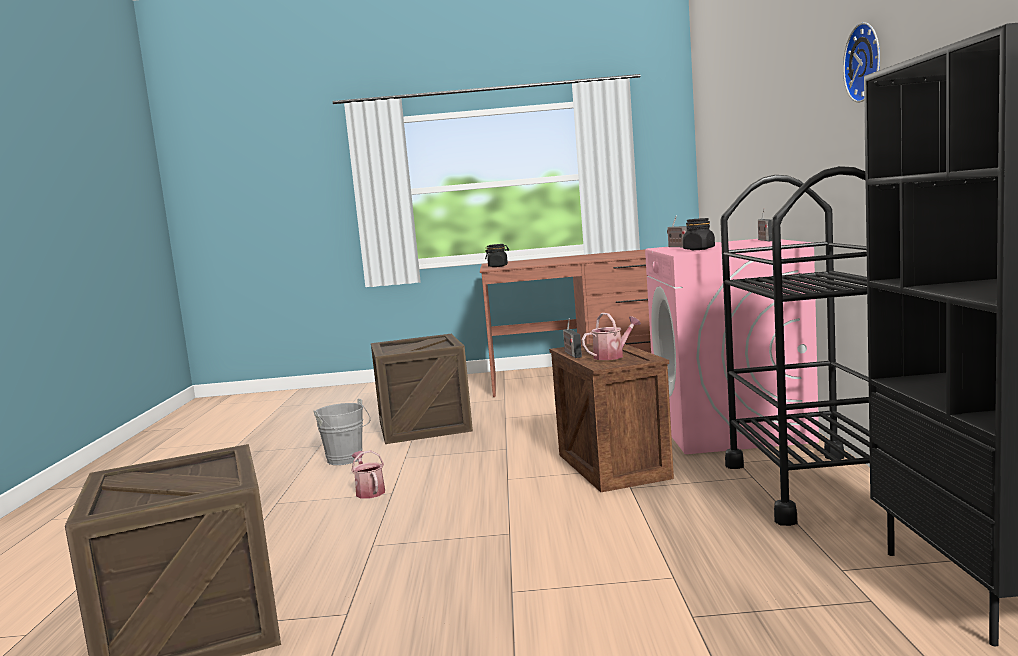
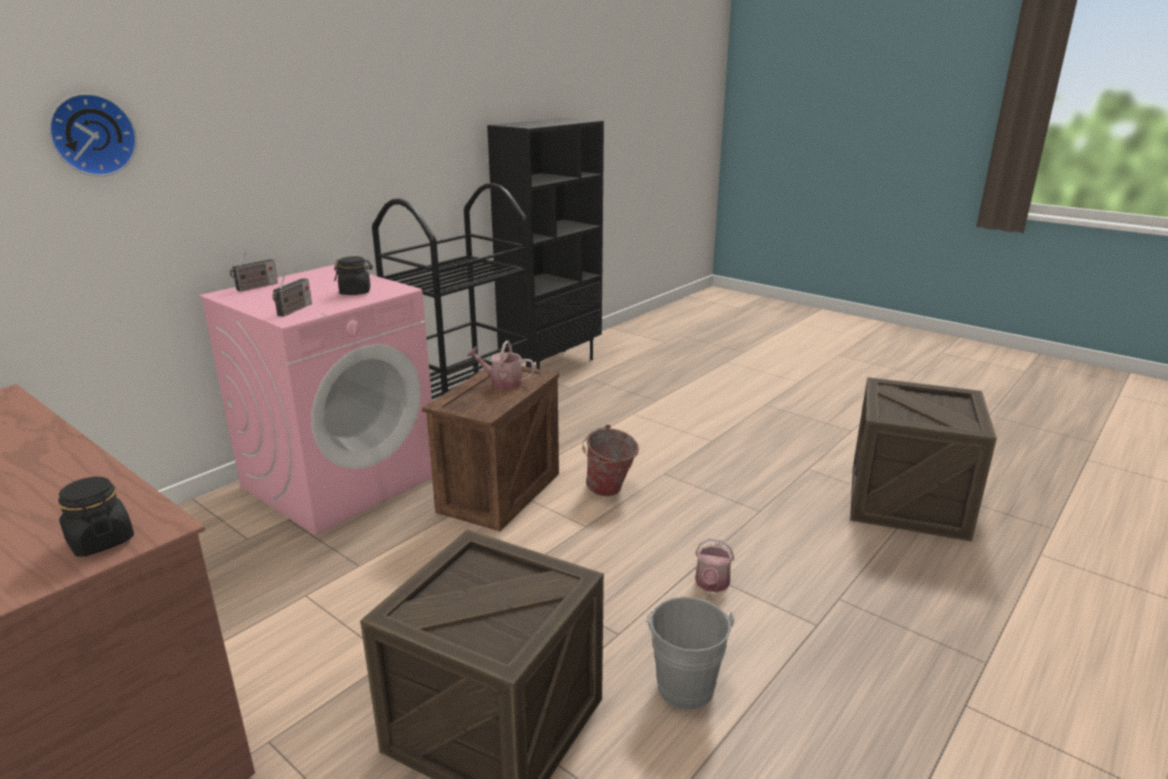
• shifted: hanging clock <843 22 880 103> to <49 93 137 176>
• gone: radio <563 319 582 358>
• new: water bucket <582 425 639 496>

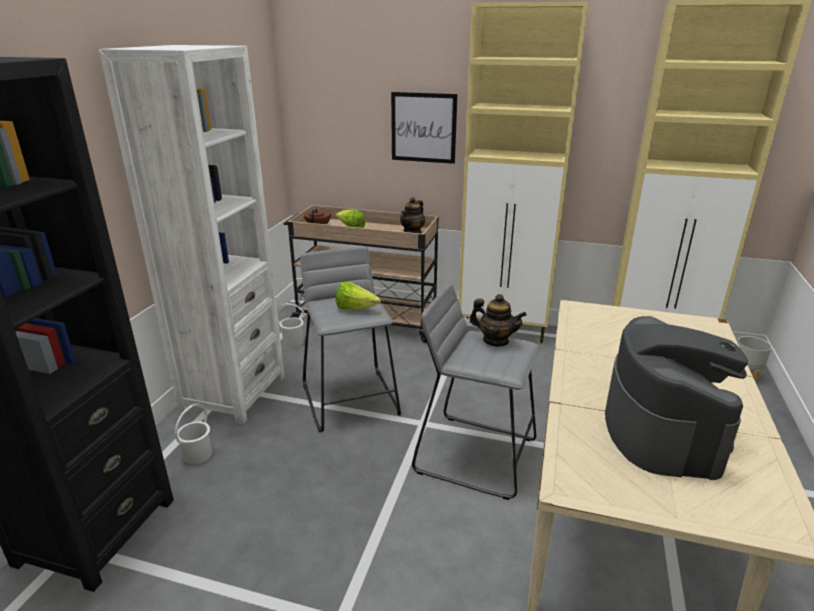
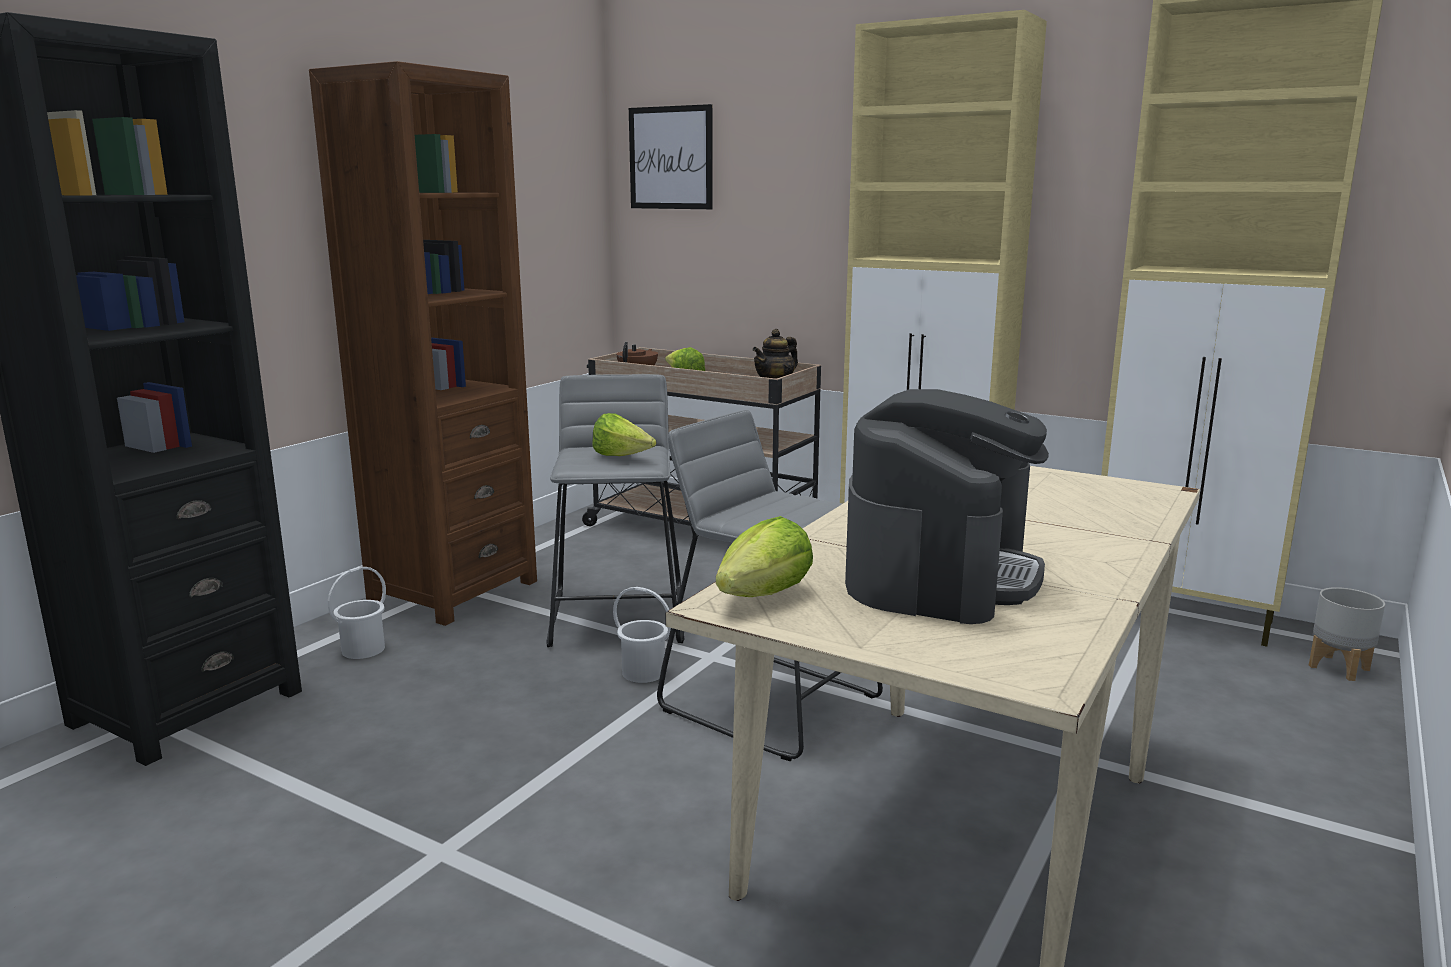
• repainted: white bookshelf <99 45 285 424> to brown-coloured bookshelf <309 61 537 626>
• shifted: wall picture <391 92 458 164> to <629 104 713 209>
• gone: tea pot <470 294 526 346>
• shifted: white water bucket <277 303 306 347> to <613 587 671 683>
• new: lettuce head <716 516 813 597>

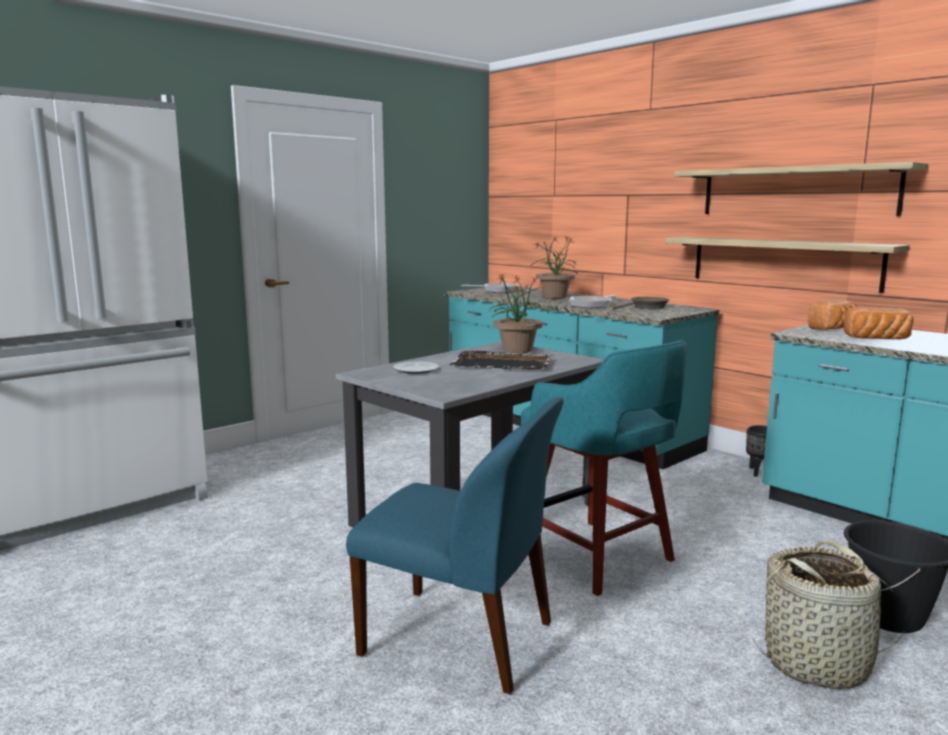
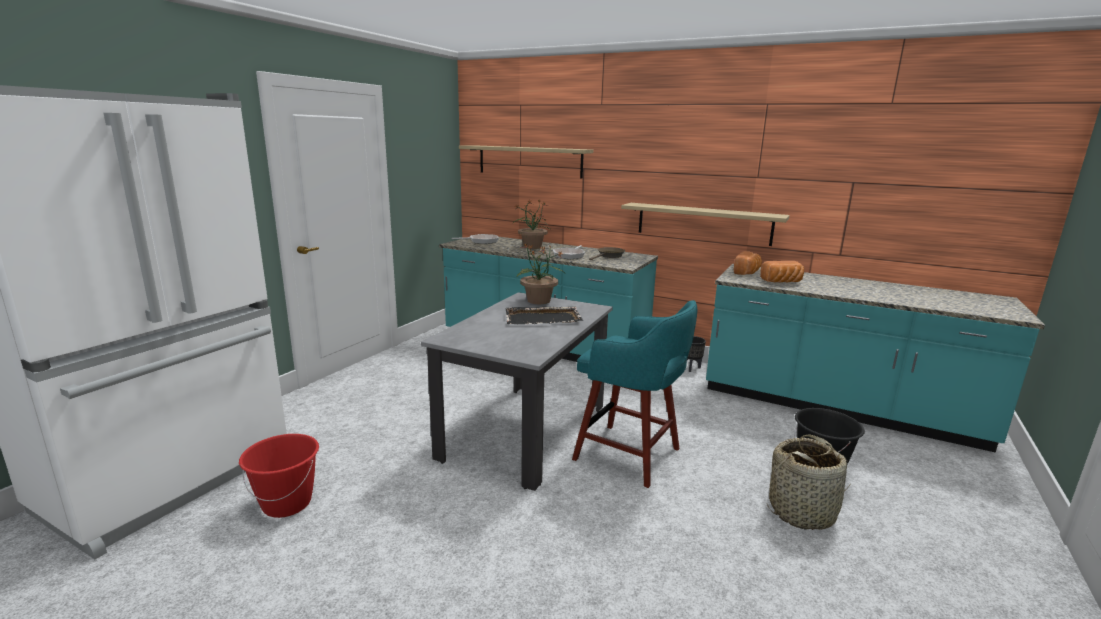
• shifted: bracket shelf <674 162 929 216> to <459 145 593 179>
• gone: dinner plate <393 362 439 374>
• gone: blue chair <346 397 564 694>
• new: red-coloured water bucket <239 434 319 518>

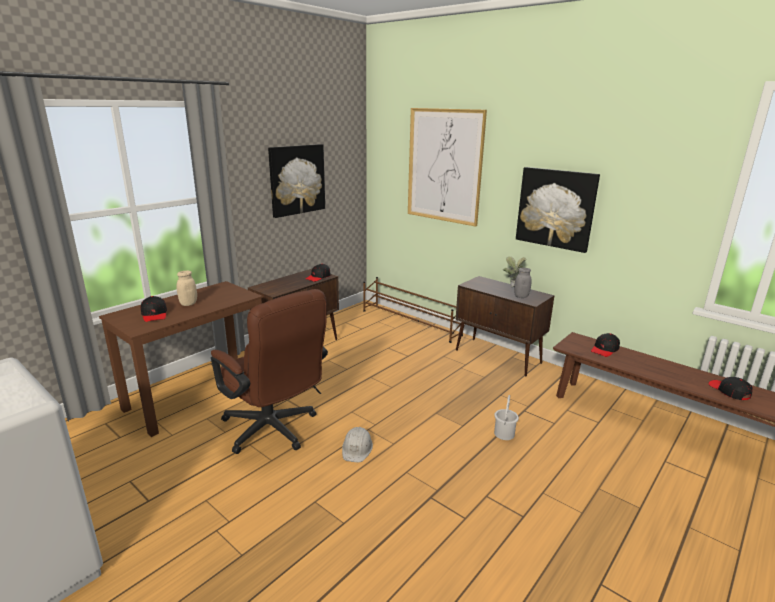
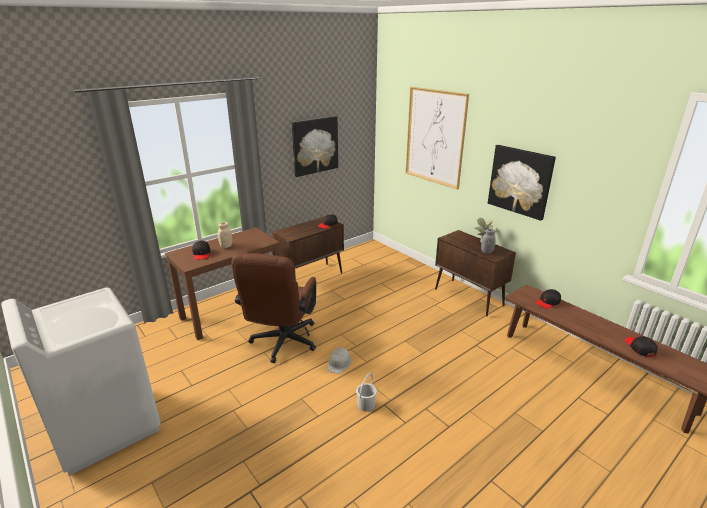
• gone: brown-coloured shoe stand <363 277 463 343>
• rotated: brown-coloured computer chair <211 289 328 454> = <231 253 316 363> 45 degrees clockwise
• shifted: white water bucket <494 395 519 440> to <356 373 377 411>

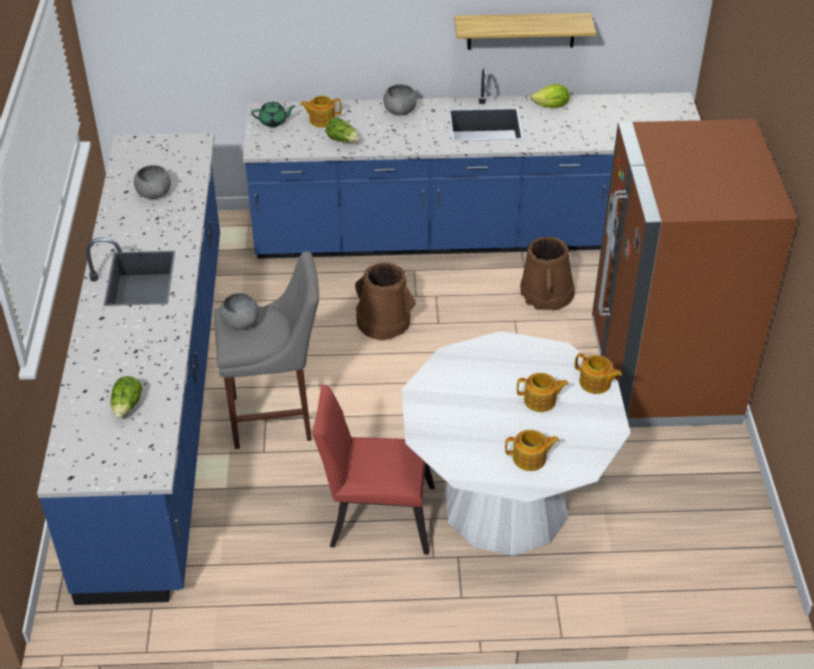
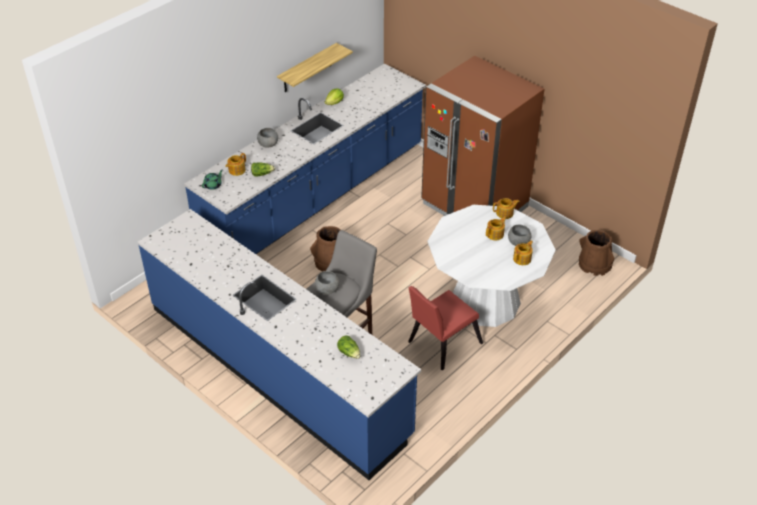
• shifted: grey serving bowl <134 165 171 199> to <508 225 531 246>
• shifted: brown-coloured water bucket <520 237 575 311> to <579 230 614 276>

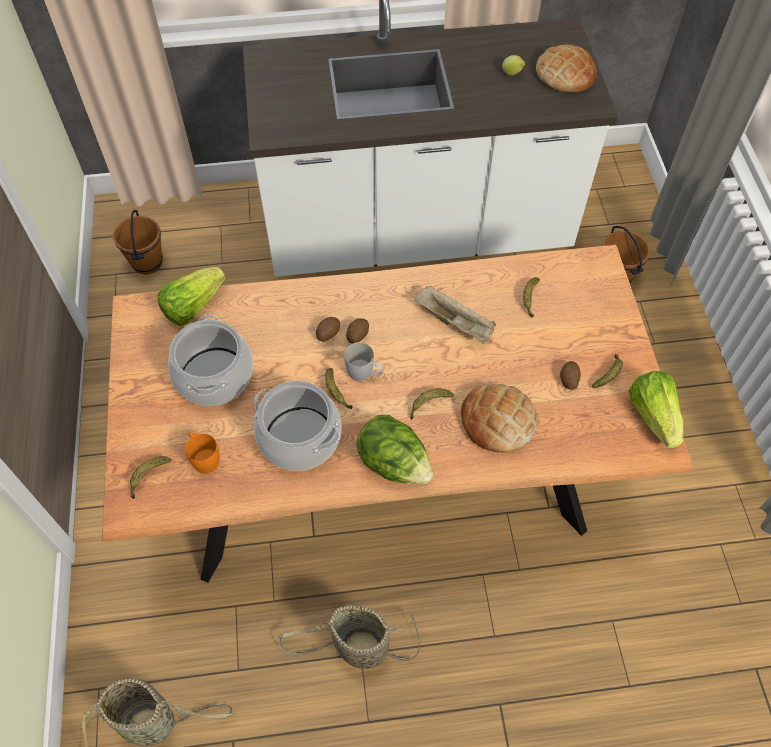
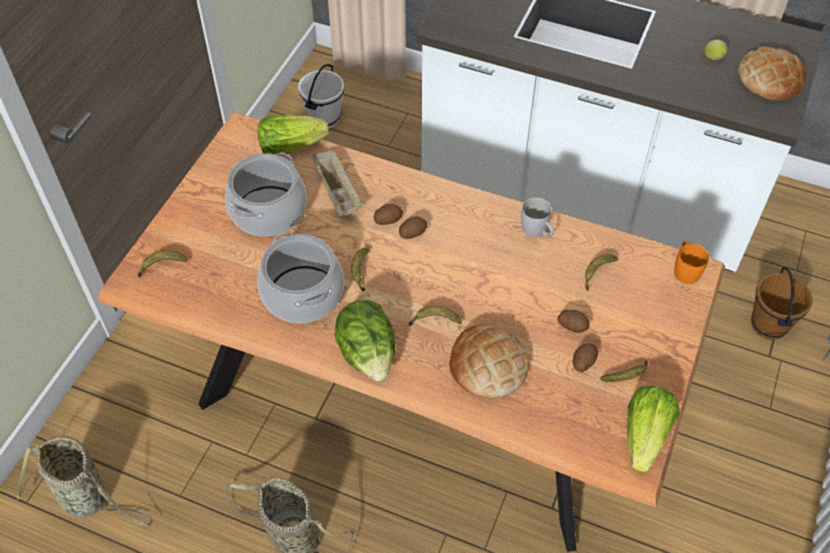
• repainted: brown-coloured water bucket <113 210 163 274> to white water bucket <298 64 344 129>
• shifted: beige serving tray <415 286 496 344> to <313 150 362 216>
• shifted: white mug <344 342 384 381> to <521 198 554 237>
• shifted: orange-coloured mug <185 431 220 473> to <674 241 709 284>
• new: potato <557 310 590 333>

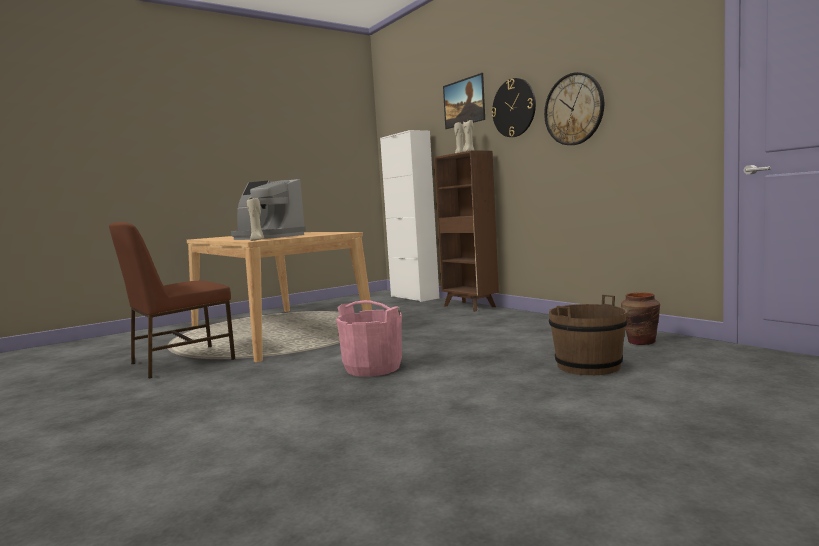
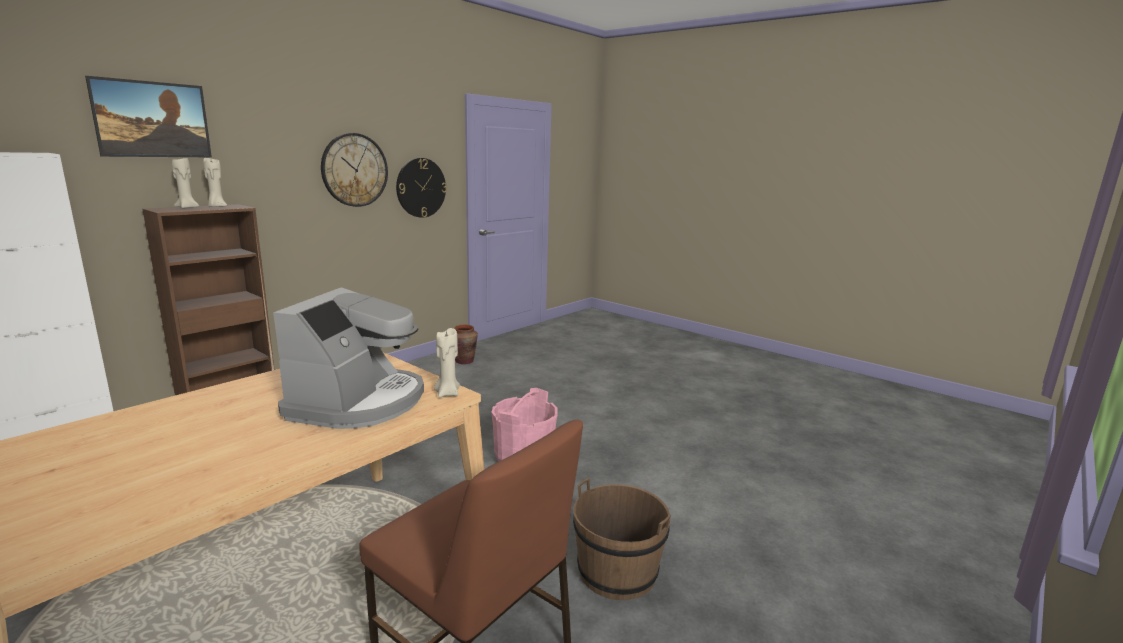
• shifted: hanging clock <491 78 536 137> to <396 158 447 218>
• shifted: brown-coloured water bucket <549 295 627 375> to <573 478 671 600>

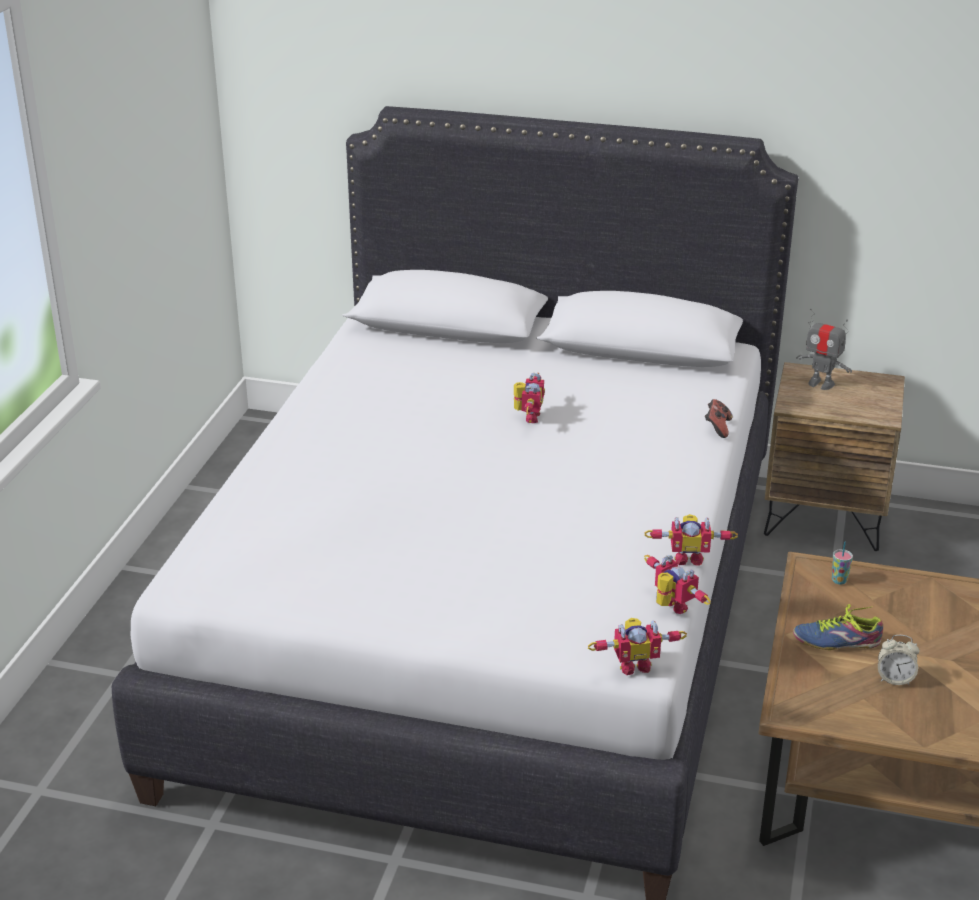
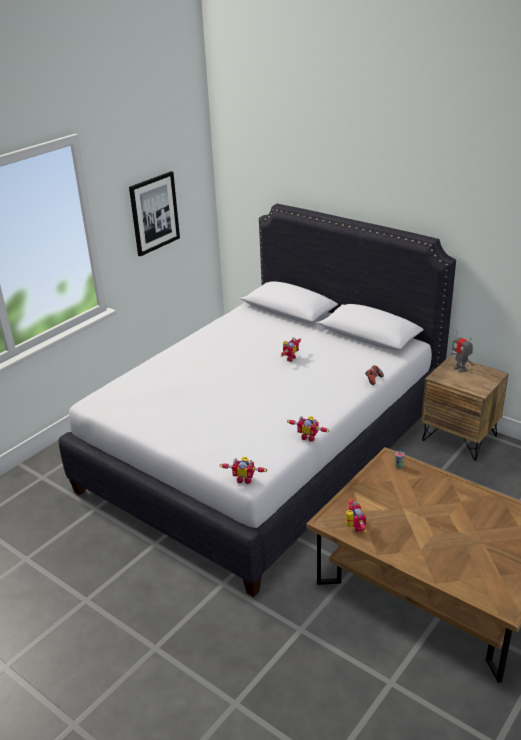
• shifted: model robot <644 555 711 614> to <346 498 367 533>
• gone: item of footwear <793 604 883 650>
• gone: bedside clock <878 635 920 685>
• new: wall picture <129 171 180 256>

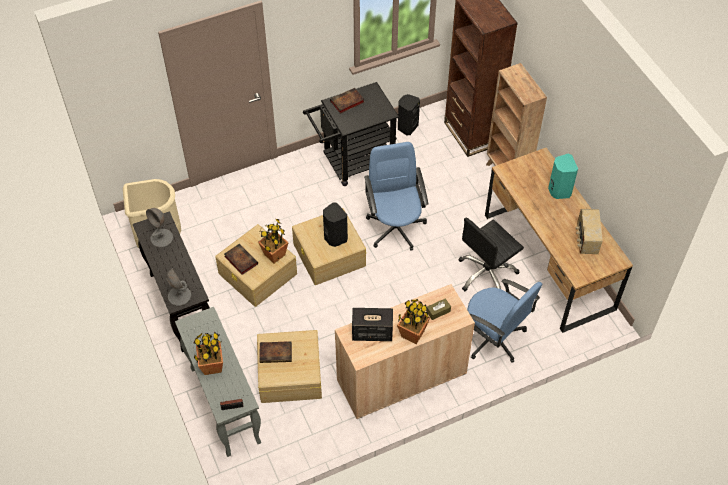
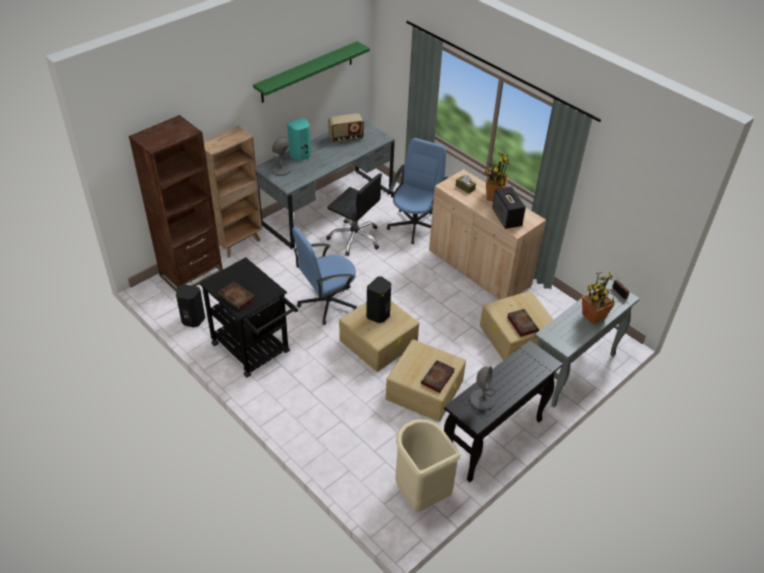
• repainted: brown-coloured desk <485 148 633 333> to grey desk <256 119 395 249>
• gone: potted plant <258 218 288 263>
• shifted: grey table lamp <166 268 191 306> to <271 137 291 176>
• new: greenish bracket shelf <253 41 370 103>

